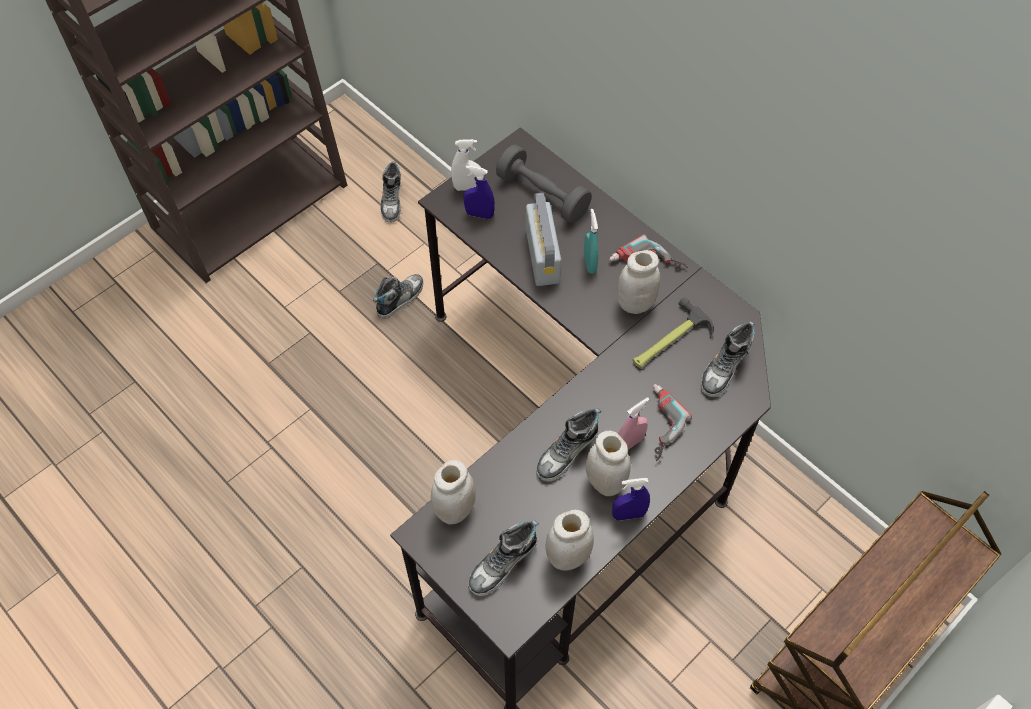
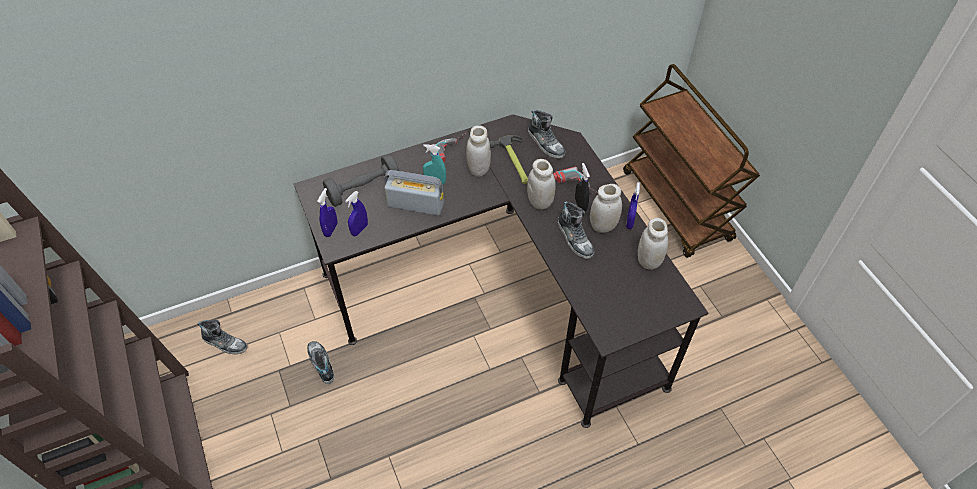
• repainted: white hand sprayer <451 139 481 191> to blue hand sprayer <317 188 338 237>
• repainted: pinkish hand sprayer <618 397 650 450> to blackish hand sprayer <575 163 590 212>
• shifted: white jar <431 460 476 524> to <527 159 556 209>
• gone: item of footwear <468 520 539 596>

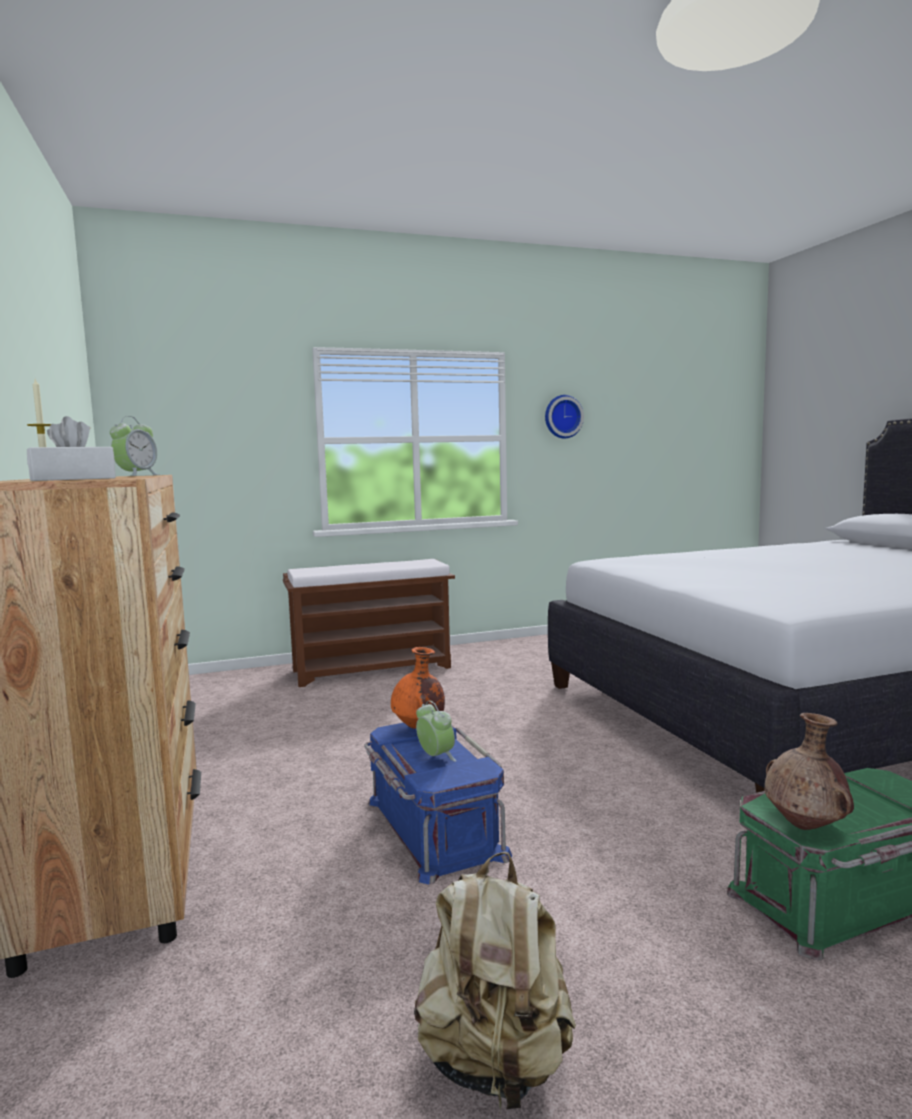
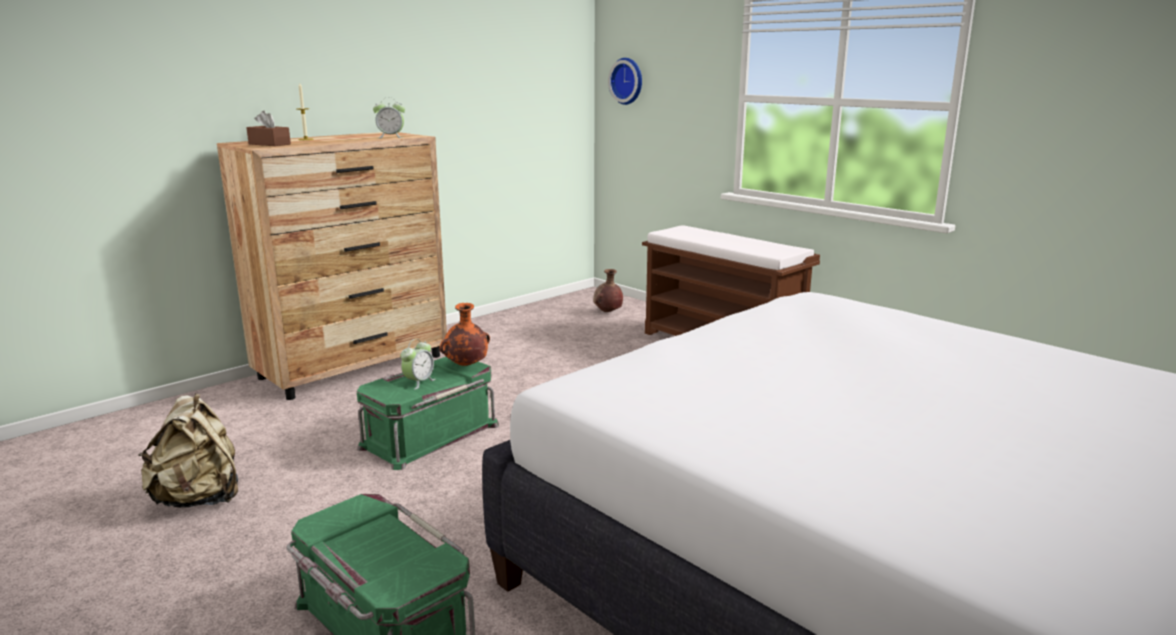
• shifted: hanging clock <545 395 584 439> to <608 58 642 105>
• repainted: white tissue box <27 416 116 481> to brown-coloured tissue box <246 111 291 146>
• shifted: brown-coloured flower vase <765 713 854 830> to <593 269 623 312>
• repainted: blue storage box <364 723 512 885> to greenish storage box <357 357 499 470>

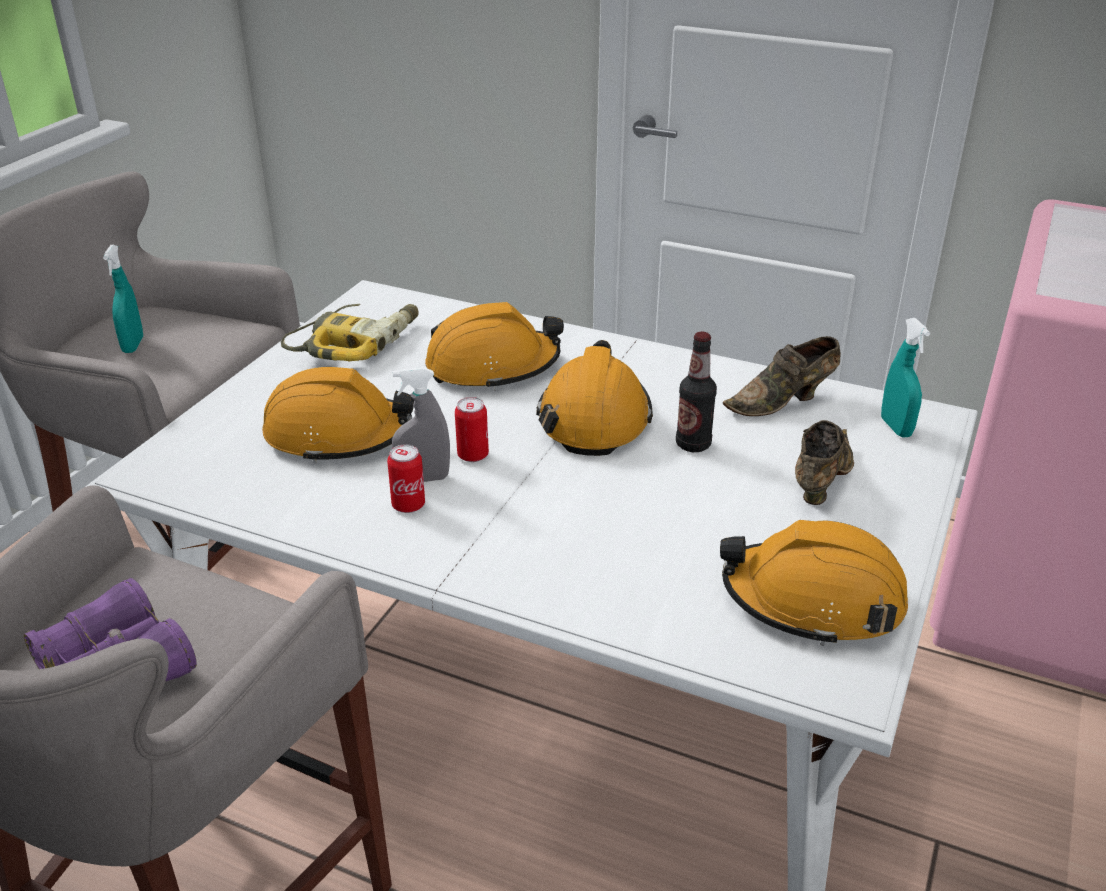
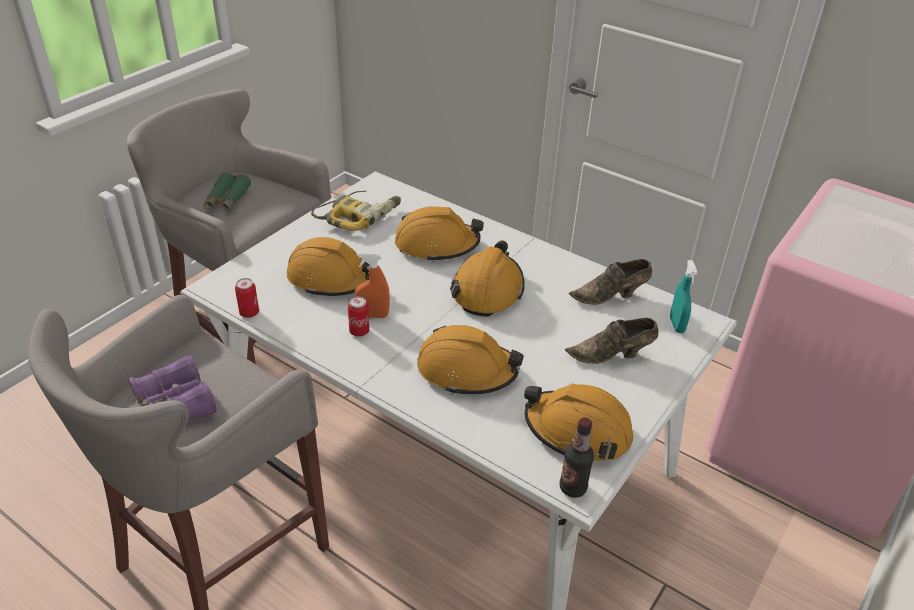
• swapped: blue-green hand sprayer <103 245 143 353> to greenish field glasses <203 173 251 211>
• shifted: bottle <676 332 717 452> to <560 417 594 498>
• repainted: grey hand sprayer <392 367 450 482> to orange-coloured hand sprayer <355 252 390 318>
• shifted: sealed can <455 397 489 462> to <235 278 259 318>
• rotated: brown-coloured item of footwear <795 420 854 505> = <565 318 659 364> 135 degrees counterclockwise
• new: orange-coloured hard hat <417 325 524 395>

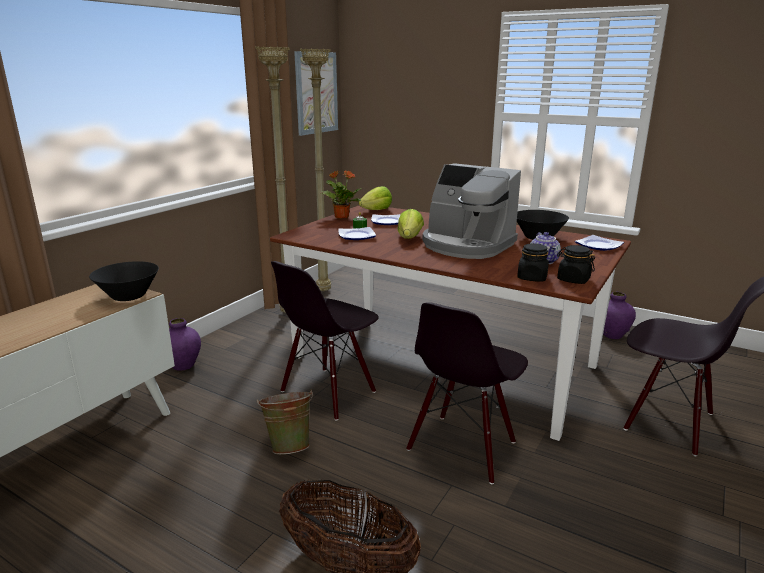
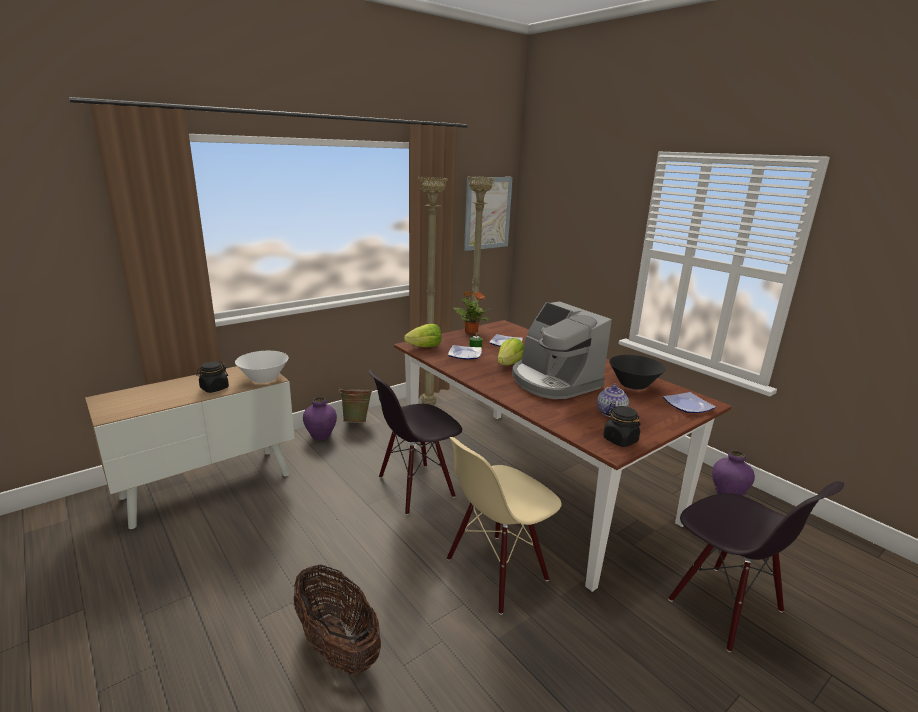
• shifted: lettuce head <359 186 392 210> to <404 324 441 347>
• shifted: blackish jar <517 243 549 282> to <196 361 229 393>
• repainted: blackish serving bowl <89 261 159 301> to white serving bowl <235 351 289 383>
• repainted: blackish chair <406 302 528 484> to beige chair <447 437 562 615>
• shifted: greenish water bucket <257 389 313 454> to <339 387 373 423>

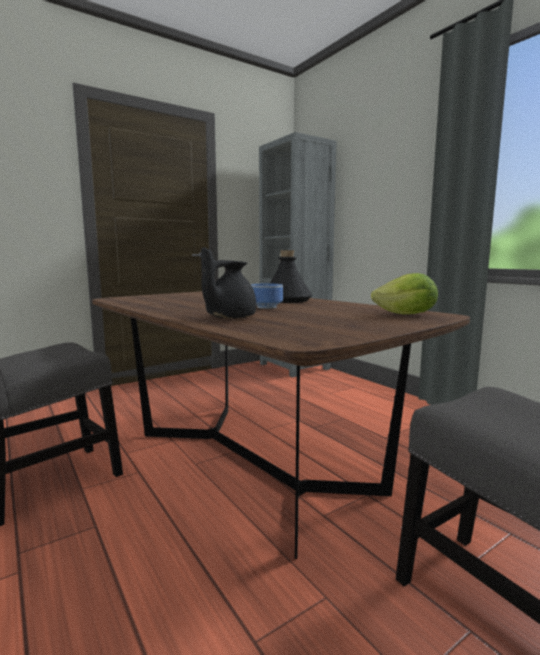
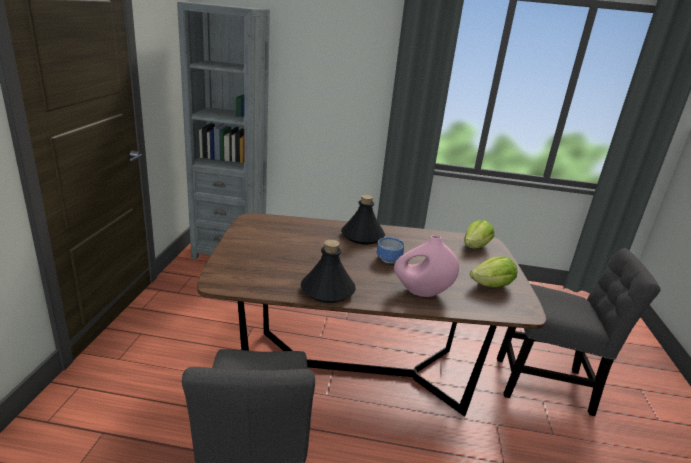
• swapped: blackish tea pot <201 247 256 319> to pinkish flower vase <394 235 459 297>
• new: blackish bottle <301 240 356 303>
• new: lettuce head <470 256 517 287>

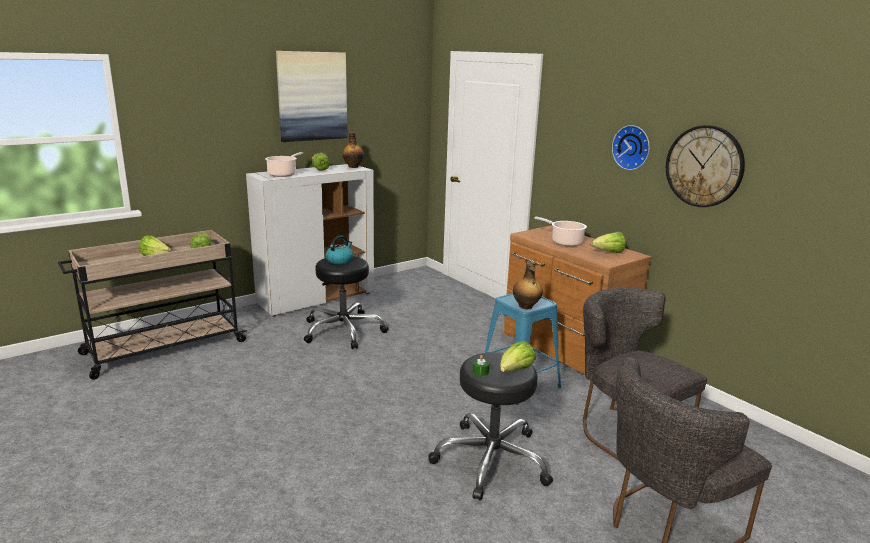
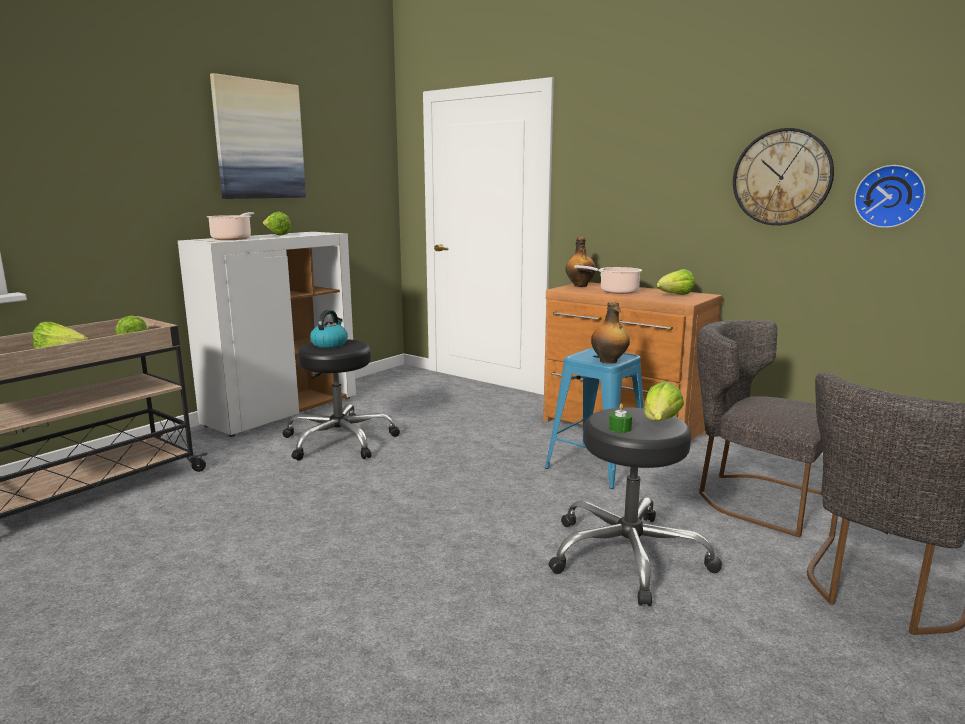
• shifted: hanging clock <612 125 650 170> to <854 165 926 228>
• shifted: bottle <342 132 364 168> to <565 237 596 287>

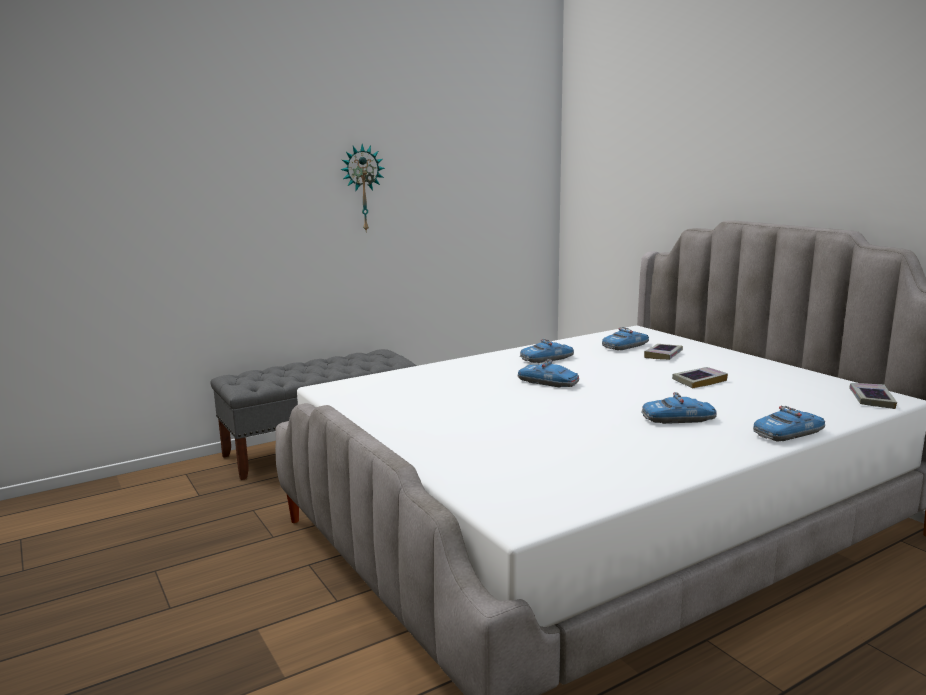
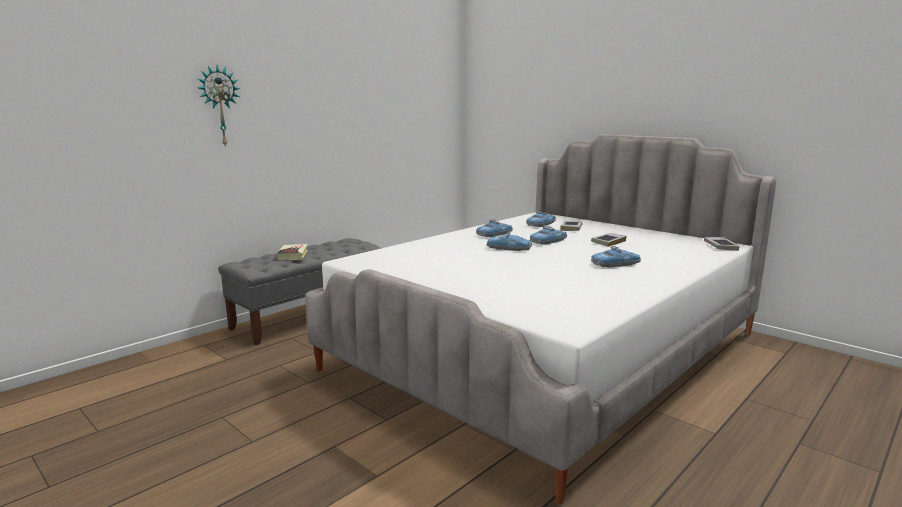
• shifted: hanging clock <340 144 385 233> to <198 65 241 146>
• shifted: model car <753 405 825 442> to <530 226 567 245>
• new: volume <276 244 307 260>

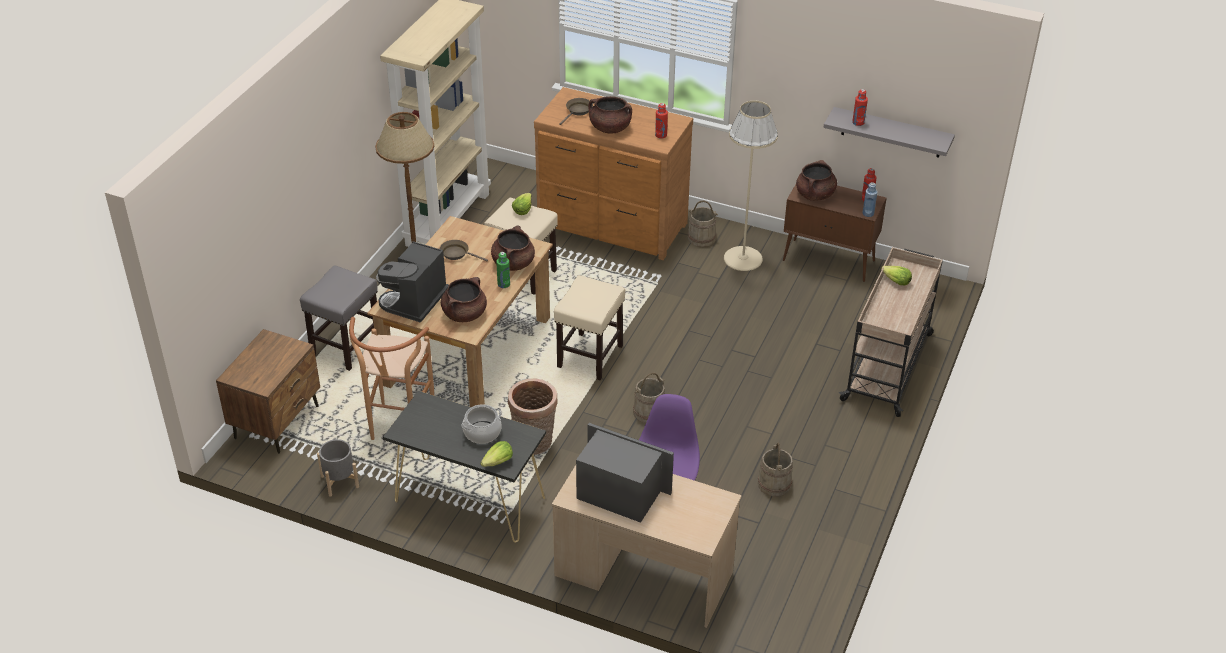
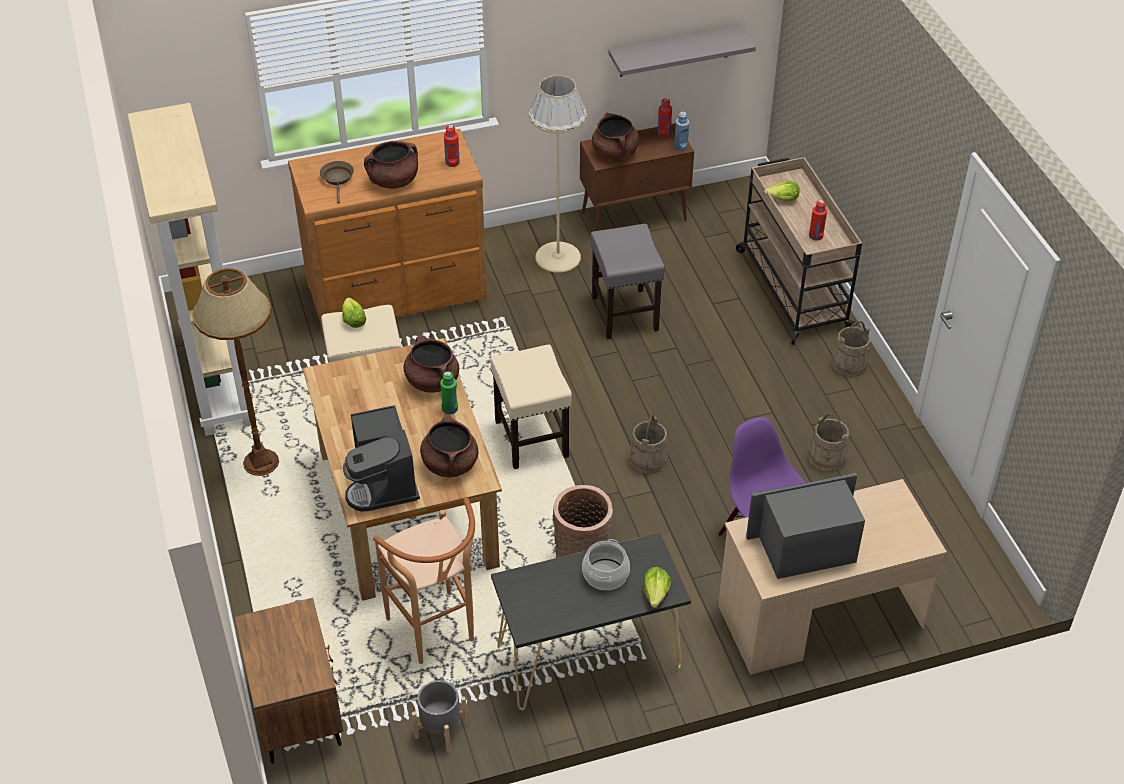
• shifted: red-coloured bottle <852 89 868 126> to <809 200 827 241>
• shifted: beige water bucket <688 201 718 247> to <831 321 870 377>
• gone: brown-coloured pan <440 240 488 261>
• shifted: grey stool seat <300 265 378 371> to <591 224 665 339>

